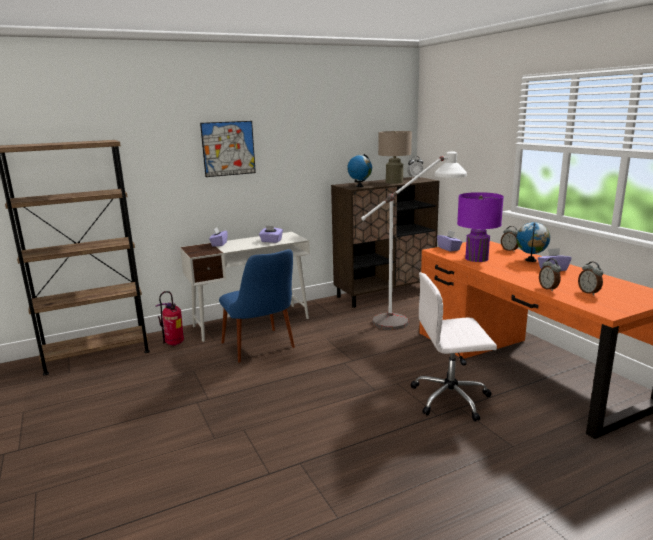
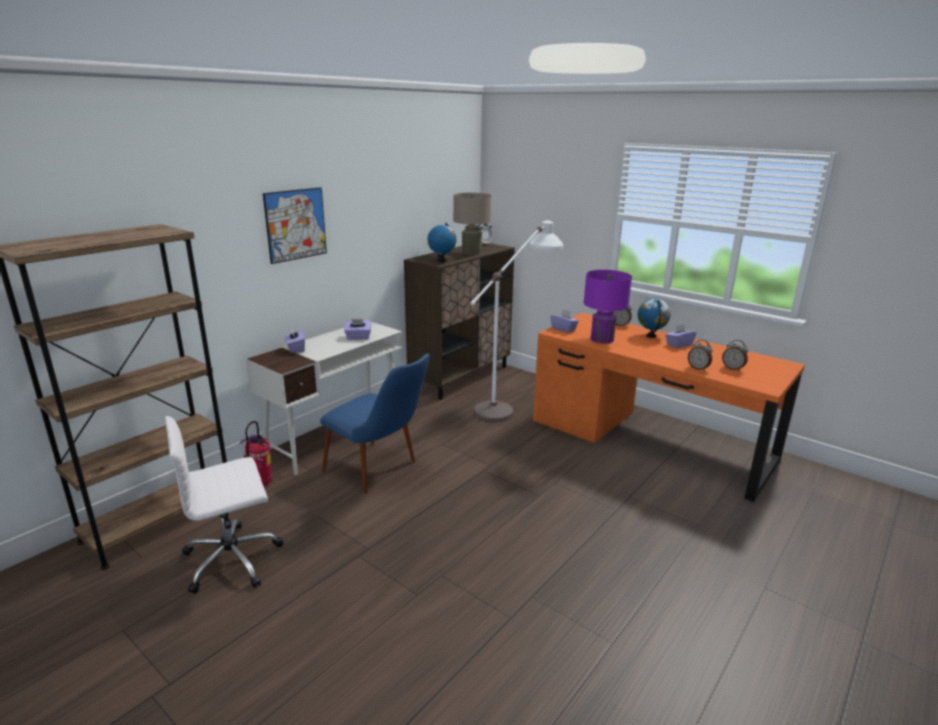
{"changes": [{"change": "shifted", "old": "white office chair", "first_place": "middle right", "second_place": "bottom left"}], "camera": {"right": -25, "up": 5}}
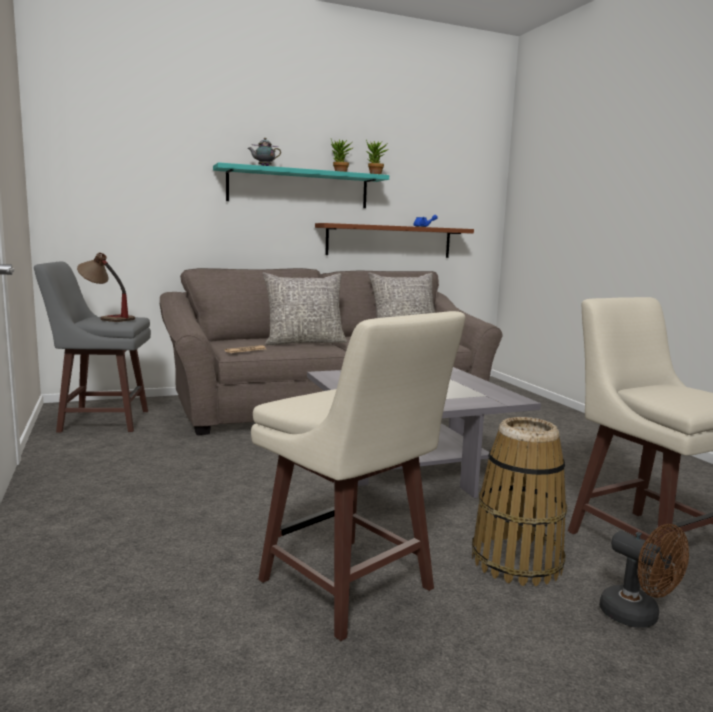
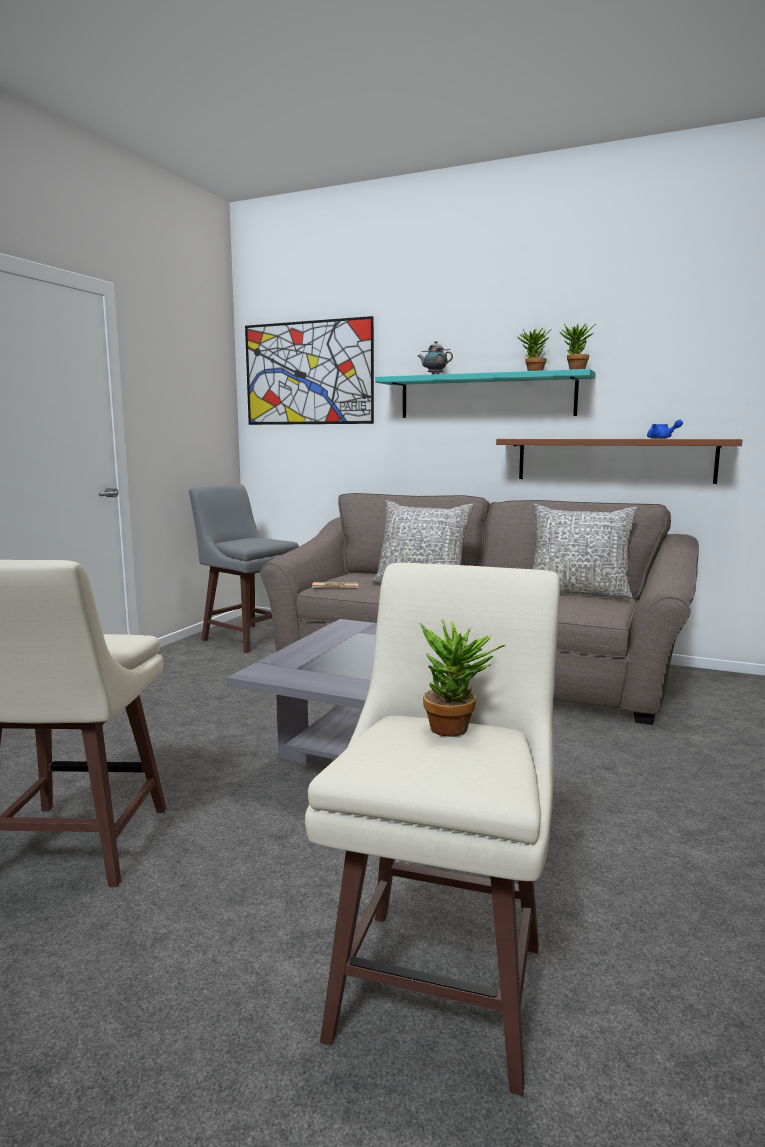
{"changes": [{"change": "gone", "old": "table lamp", "first_place": "middle left"}, {"change": "gone", "old": "basket", "first_place": "bottom right"}, {"change": "gone", "old": "brown fan", "first_place": "bottom right"}, {"change": "new", "new": "picture", "second_place": "top centre"}, {"change": "new", "new": "potted plant (no. 1 from left)", "second_place": "centre"}], "camera": {"right": 45, "up": 0}}
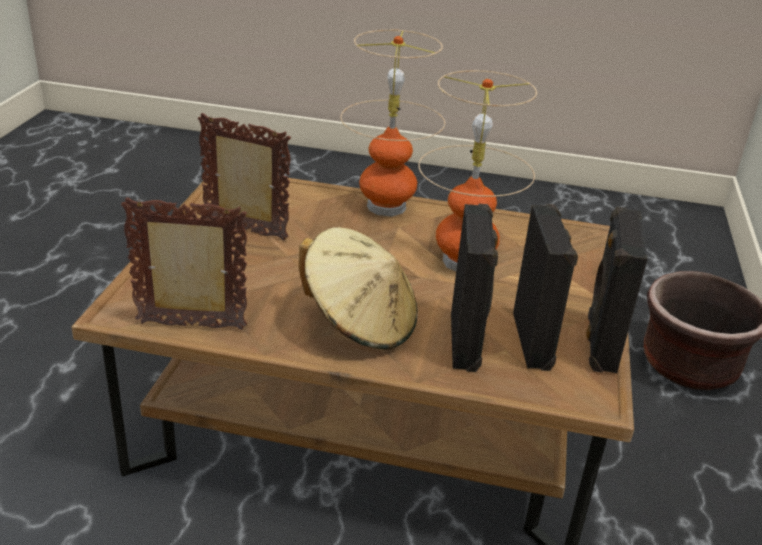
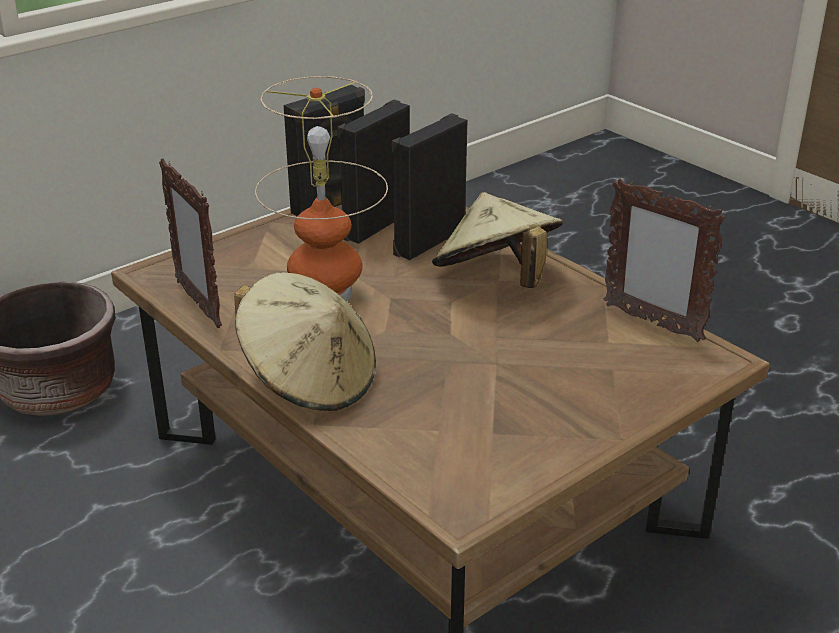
{"changes": [{"change": "shifted", "old": "picture frame (no. 2 from left in the first image)", "new": "picture frame (no. 1 from left)", "first_place": "top left", "second_place": "middle left"}, {"change": "swapped", "old": "table lamp (no. 1 from left)", "new": "beige hat (no. 1 from left)", "first_place": "top centre", "second_place": "centre"}], "camera": {"right": -140, "up": 0}}
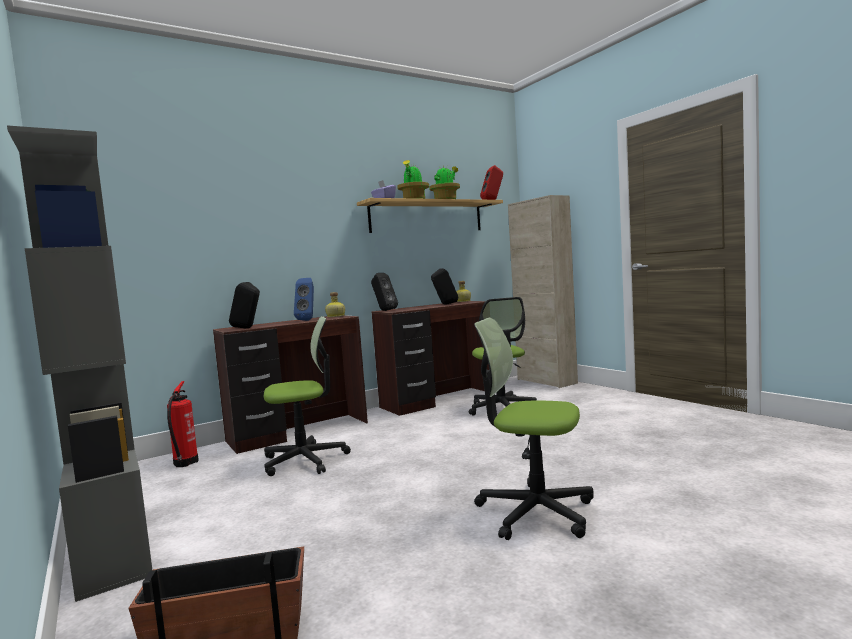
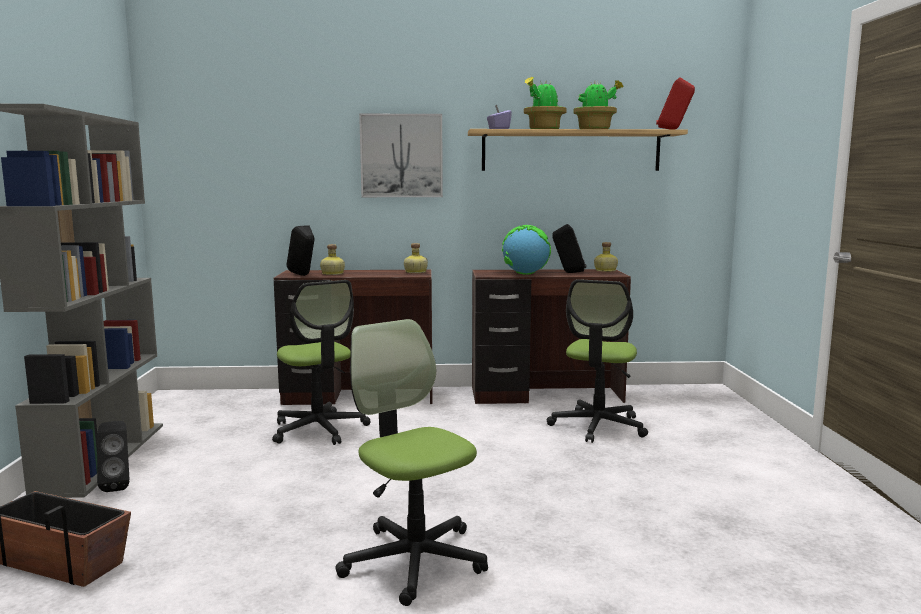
{"changes": [{"change": "gone", "old": "fire extinguisher", "first_place": "middle left"}, {"change": "rotated", "old": "office chair (no. 1 from left)", "first_place": "centre", "second_place": "centre", "degrees": 45}, {"change": "gone", "old": "blue speaker", "first_place": "centre"}, {"change": "shifted", "old": "black speaker (no. 2 from left in the first image)", "new": "black speaker (no. 1 from left)", "first_place": "centre", "second_place": "bottom left"}, {"change": "gone", "old": "beige cabinet", "first_place": "centre"}, {"change": "new", "new": "bottle (no. 1 from left)", "second_place": "centre"}, {"change": "new", "new": "picture", "second_place": "top centre"}, {"change": "new", "new": "globe", "second_place": "centre"}], "camera": {"right": 30, "up": 5}}
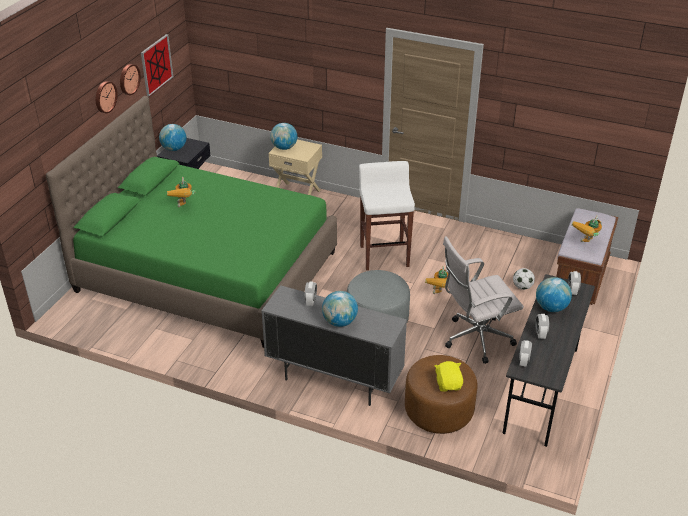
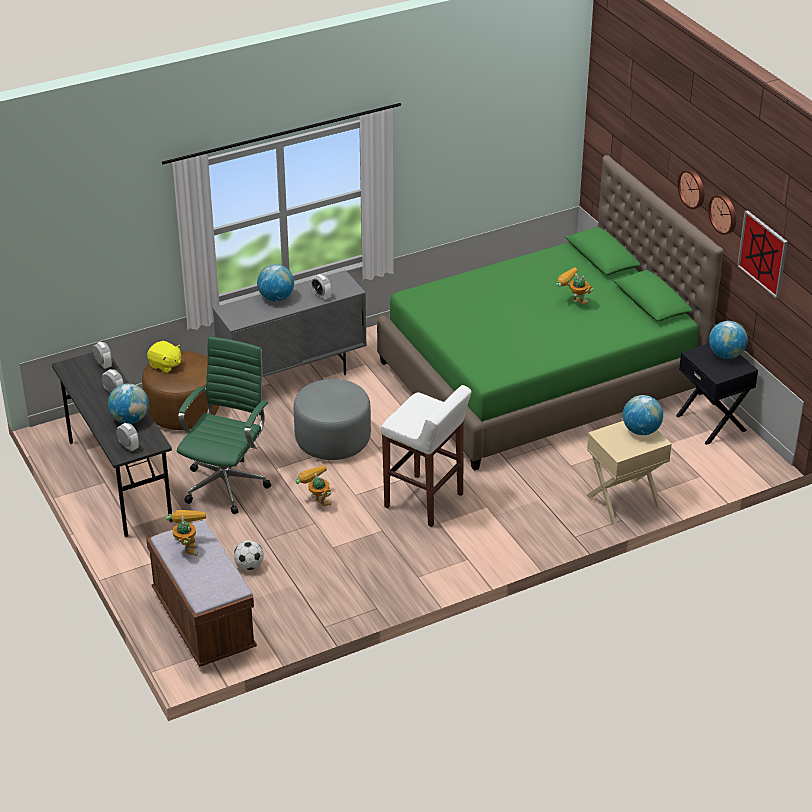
{"changes": [{"change": "repainted", "old": "white office chair", "new": "green office chair", "first_place": "middle right", "second_place": "middle left"}], "camera": {"right": 130, "up": 0}}
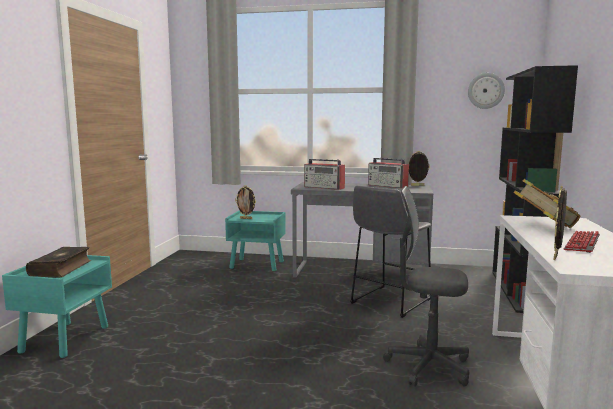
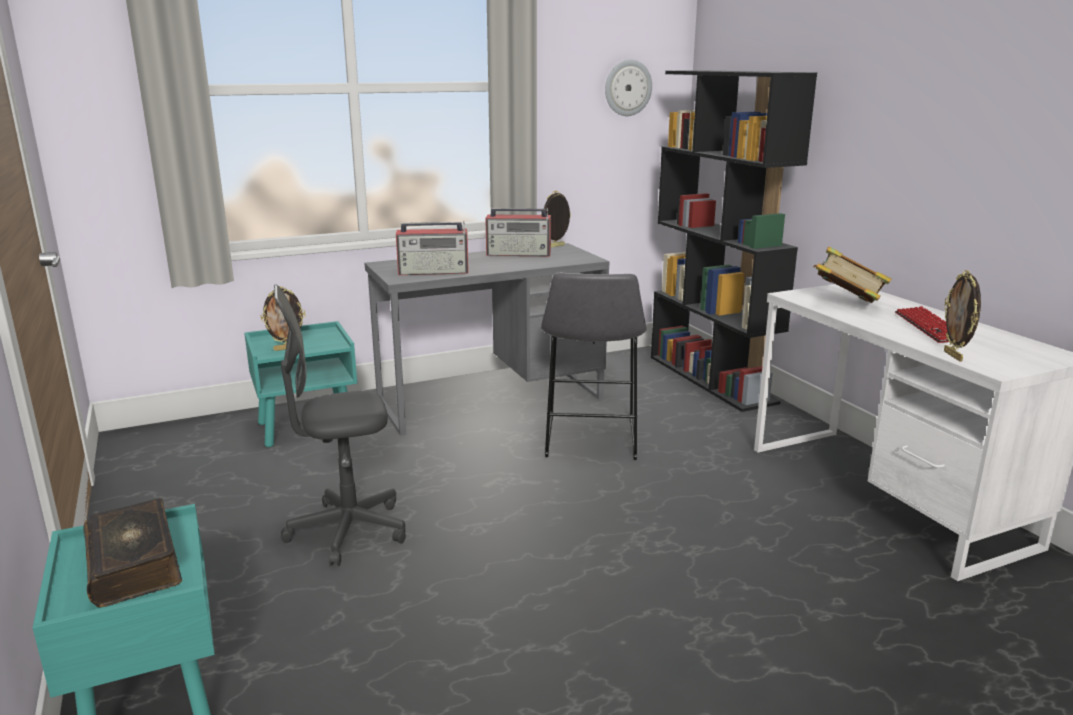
{"changes": [{"change": "shifted", "old": "grey office chair", "first_place": "bottom right", "second_place": "middle left"}], "camera": {"right": -35, "up": 10}}
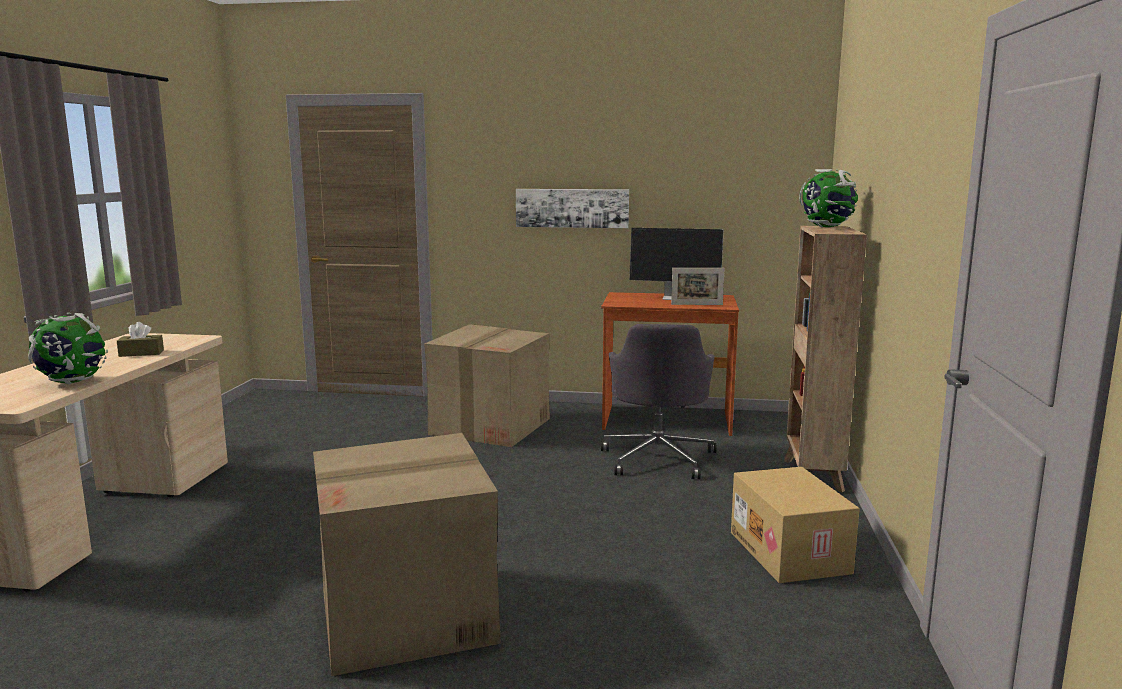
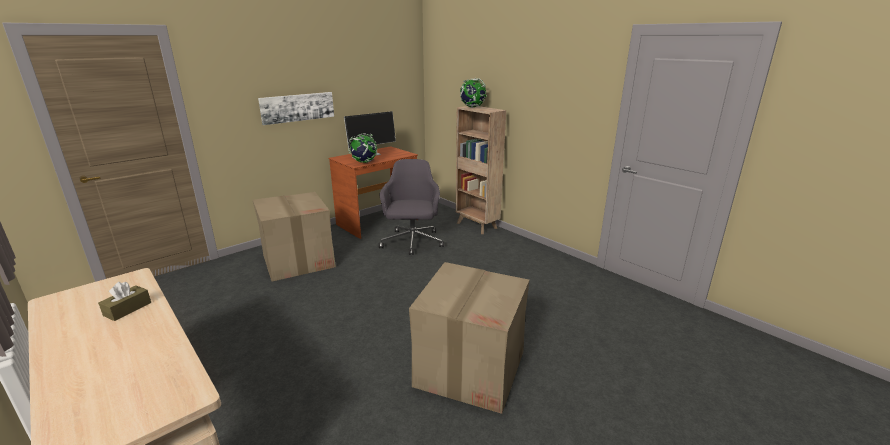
{"changes": [{"change": "shifted", "old": "globe (no. 1 from left)", "first_place": "middle left", "second_place": "top centre"}, {"change": "rotated", "old": "grey office chair", "first_place": "centre", "second_place": "centre", "degrees": -135}, {"change": "gone", "old": "picture frame", "first_place": "centre"}, {"change": "gone", "old": "cardboard box (no. 3 from left)", "first_place": "bottom right"}], "camera": {"right": -50, "up": 10}}
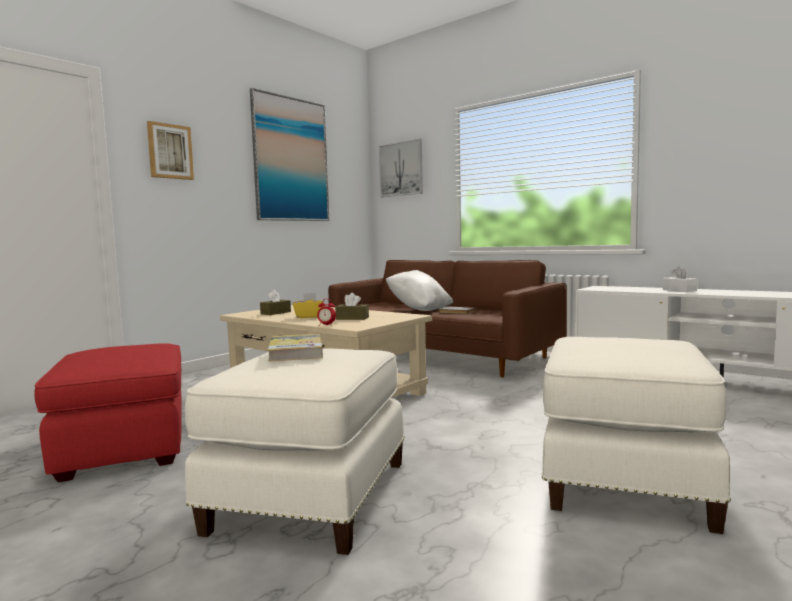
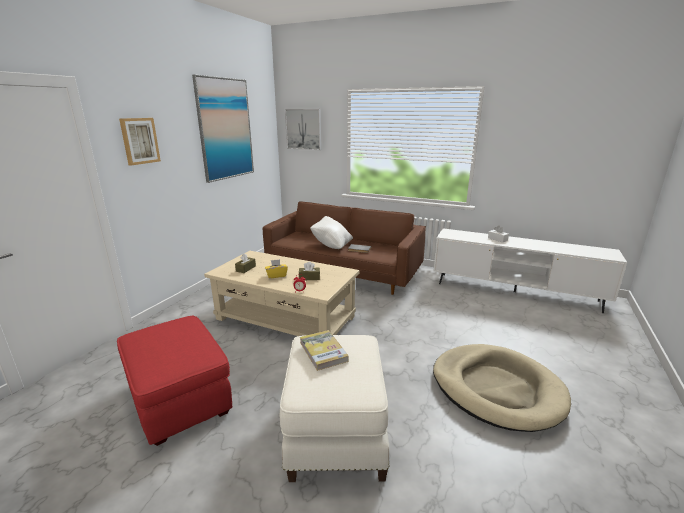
{"changes": [{"change": "swapped", "old": "white ottoman (no. 2 from left)", "new": "beige dog bed", "first_place": "bottom right", "second_place": "bottom right"}], "camera": {"right": -15, "up": 15}}
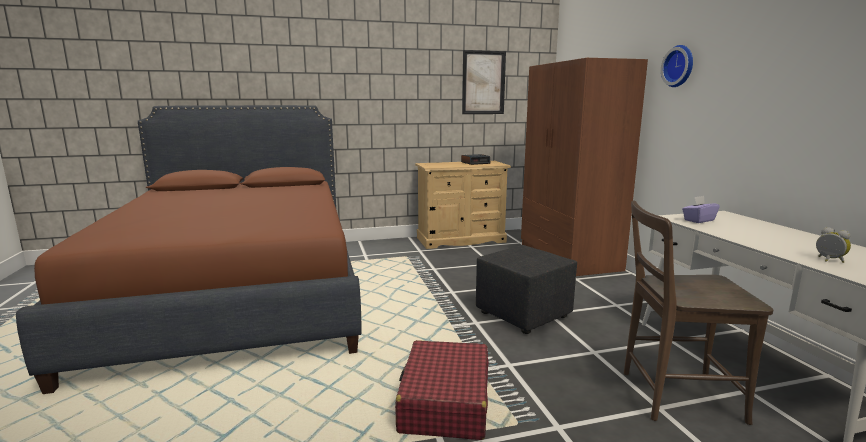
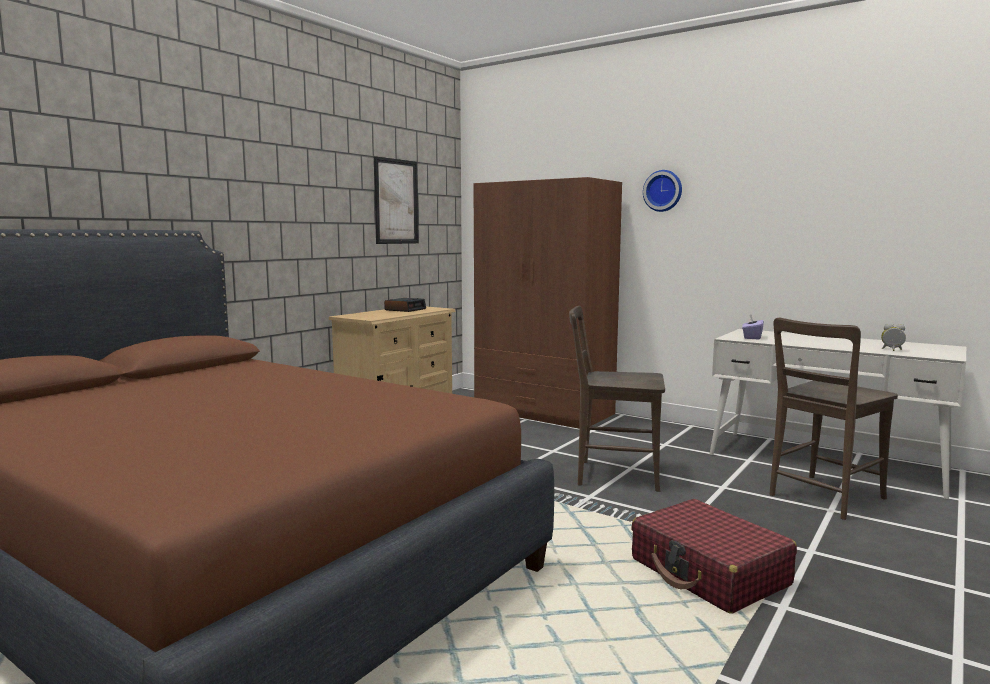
{"changes": [{"change": "swapped", "old": "black ottoman", "new": "brown chair (no. 1 from left)", "first_place": "centre", "second_place": "centre"}], "camera": {"right": -40, "up": -5}}
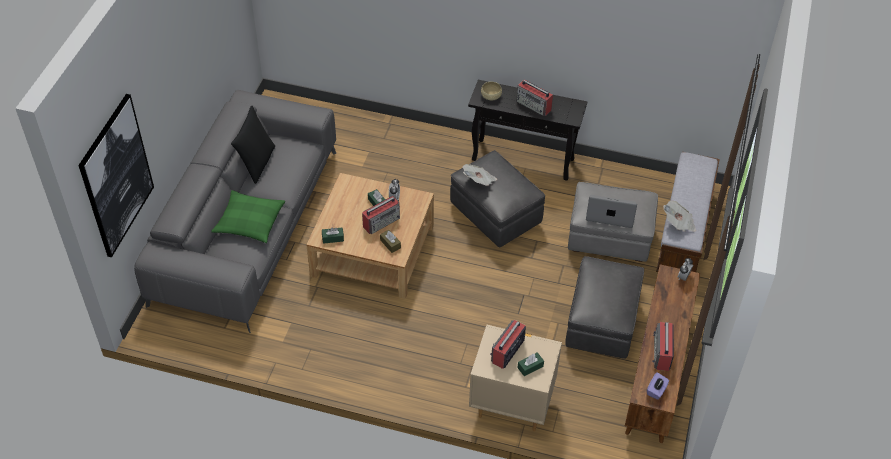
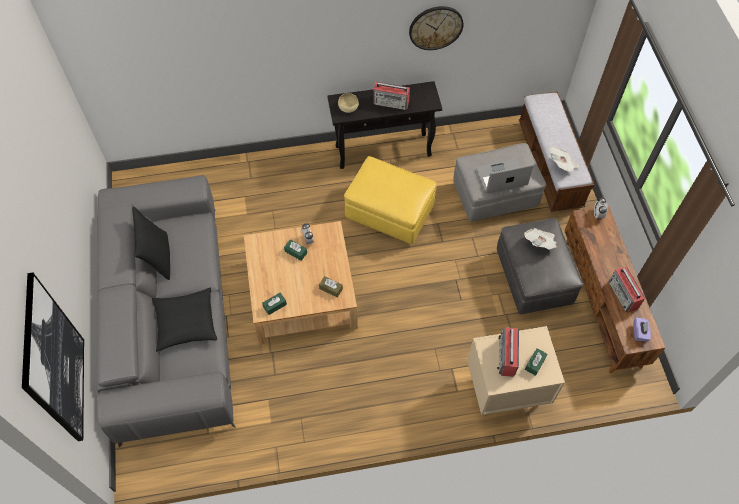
{"changes": [{"change": "repainted", "old": "green pillow", "new": "black pillow (no. 2 from left)", "first_place": "middle left", "second_place": "middle left"}, {"change": "gone", "old": "radio (no. 1 from left)", "first_place": "centre"}, {"change": "repainted", "old": "grey ottoman (no. 1 from left)", "new": "yellow ottoman", "first_place": "centre", "second_place": "centre"}, {"change": "shifted", "old": "newspaper (no. 1 from left)", "first_place": "centre", "second_place": "middle right"}, {"change": "new", "new": "wall clock", "second_place": "top centre"}], "camera": {"right": -25, "up": 10}}
